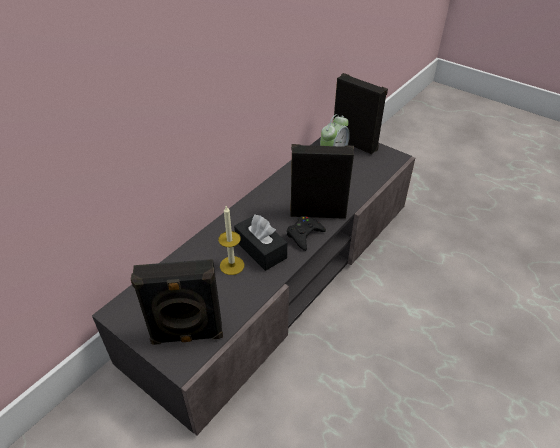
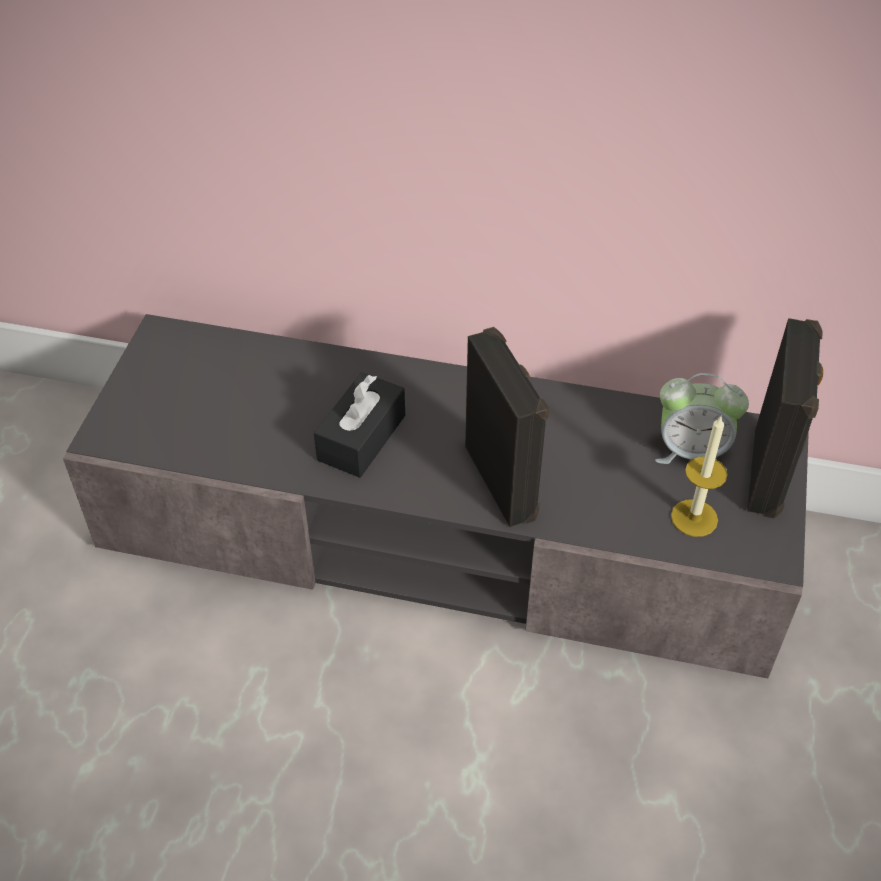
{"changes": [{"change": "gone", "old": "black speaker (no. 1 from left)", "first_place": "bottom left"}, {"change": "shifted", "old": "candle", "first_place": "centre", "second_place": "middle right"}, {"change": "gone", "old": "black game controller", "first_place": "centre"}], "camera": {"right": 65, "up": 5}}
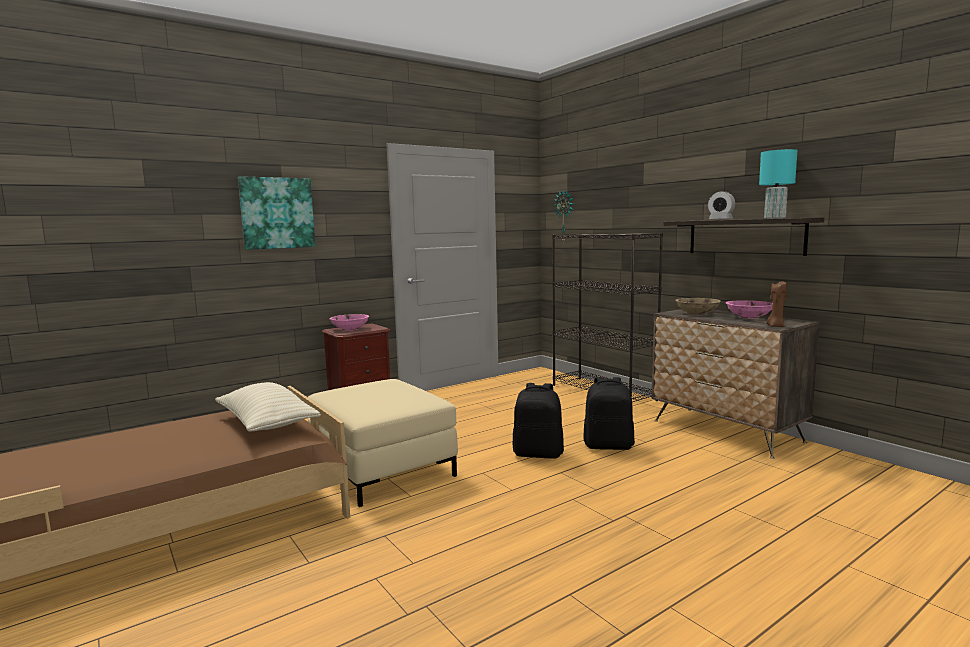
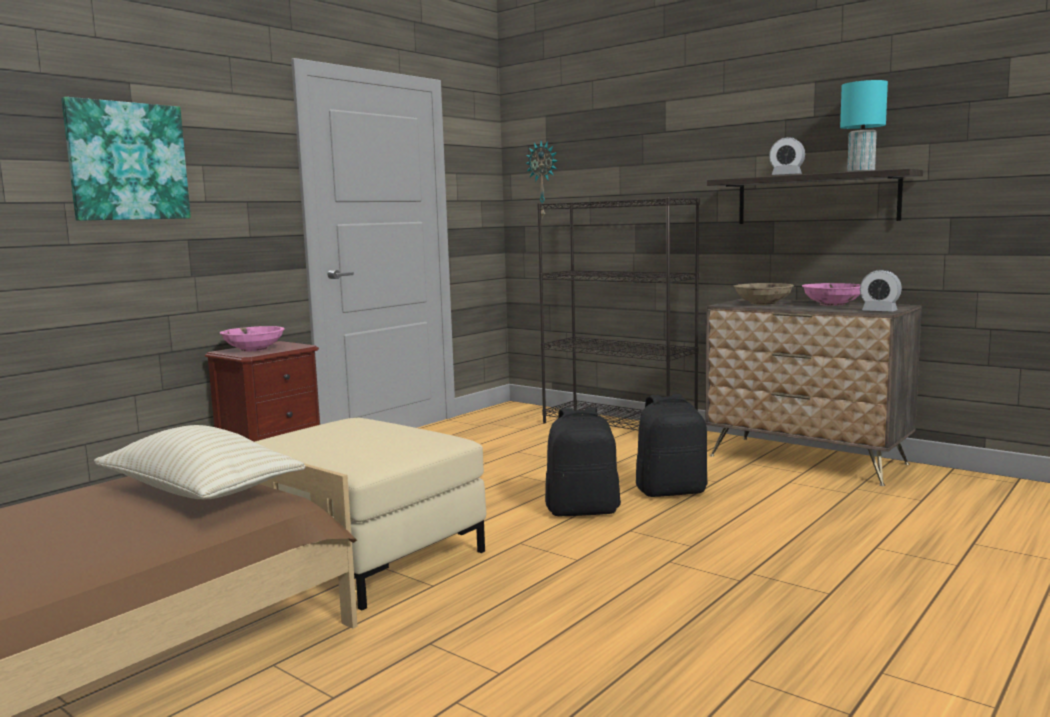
{"changes": [{"change": "swapped", "old": "brown candle", "new": "alarm clock (no. 2 from left)", "first_place": "middle right", "second_place": "middle right"}], "camera": {"right": -15, "up": 0}}
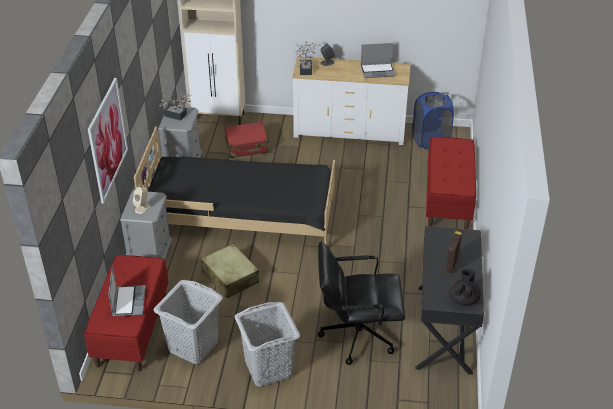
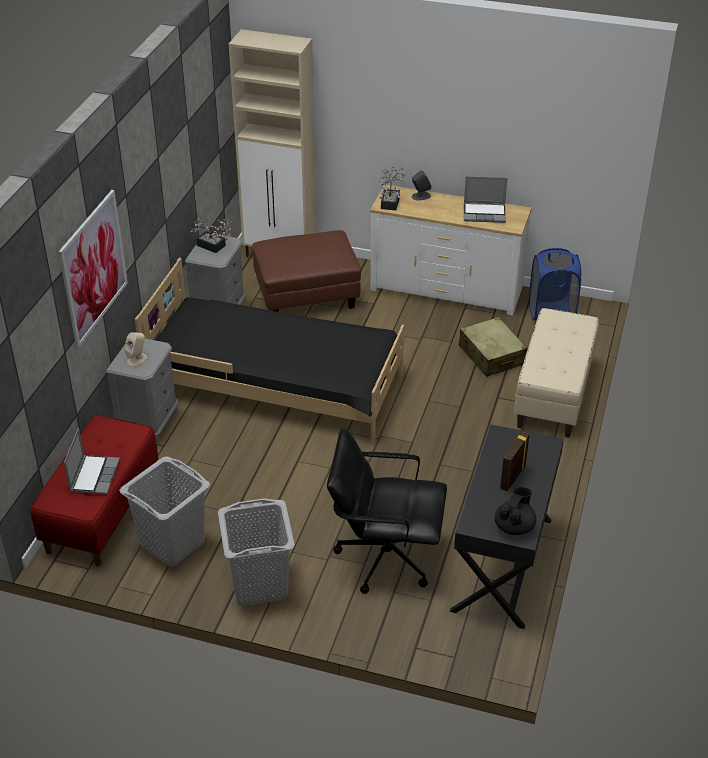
{"changes": [{"change": "shifted", "old": "beige suitcase", "first_place": "centre", "second_place": "middle right"}, {"change": "swapped", "old": "red suitcase", "new": "brown ottoman", "first_place": "centre", "second_place": "centre"}, {"change": "repainted", "old": "red bench (no. 2 from left)", "new": "beige bench", "first_place": "middle right", "second_place": "middle right"}], "camera": {"right": 10, "up": 0}}
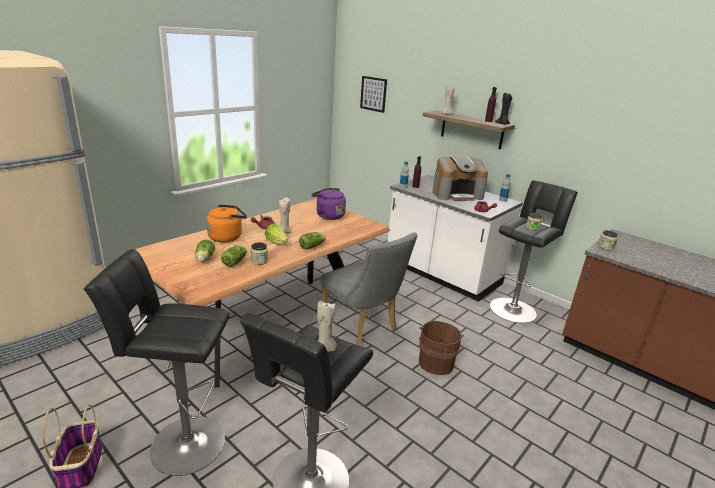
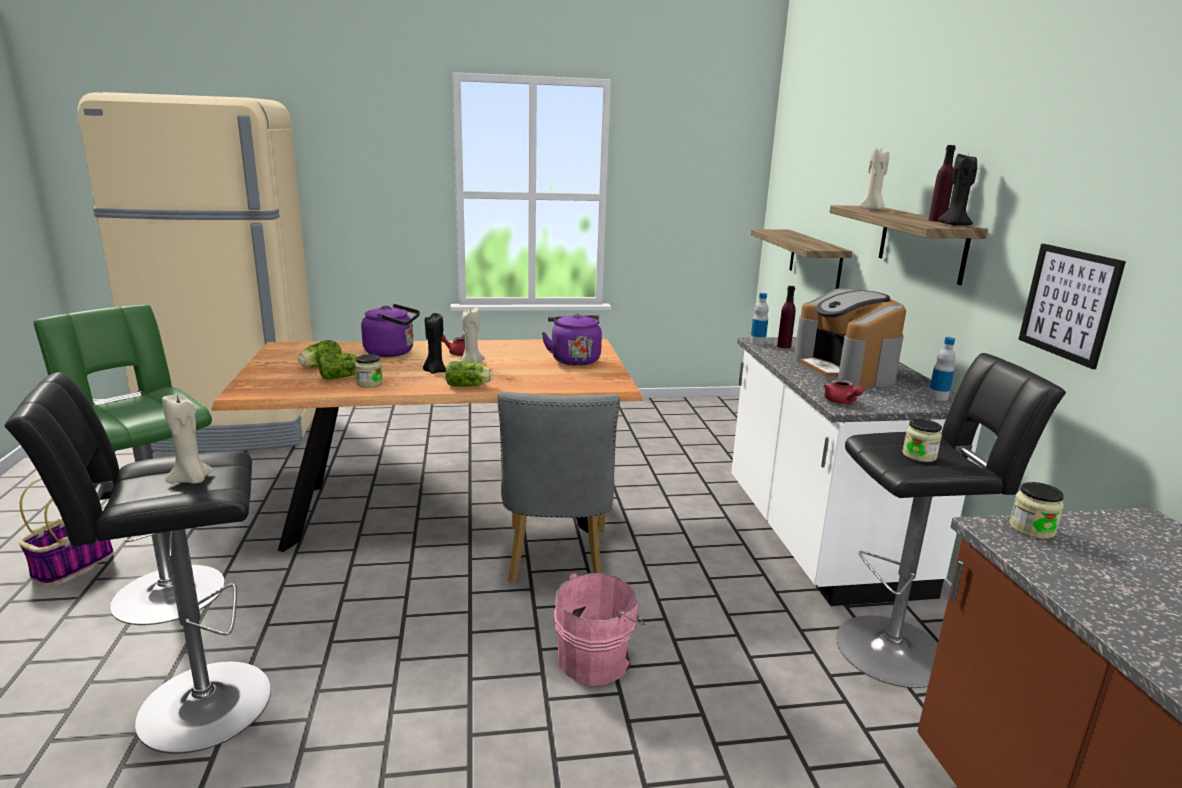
{"changes": [{"change": "repainted", "old": "black stool (no. 1 from left)", "new": "green stool", "first_place": "bottom left", "second_place": "middle left"}, {"change": "repainted", "old": "orange kettle", "new": "purple kettle (no. 1 from left)", "first_place": "middle left", "second_place": "middle left"}, {"change": "swapped", "old": "lettuce (no. 3 from left)", "new": "black candle (no. 1 from left)", "first_place": "centre", "second_place": "centre"}, {"change": "shifted", "old": "picture", "first_place": "top centre", "second_place": "middle right"}, {"change": "repainted", "old": "brown bucket", "new": "pink bucket", "first_place": "bottom centre", "second_place": "bottom centre"}, {"change": "rotated", "old": "coffee machine", "first_place": "centre", "second_place": "middle right", "degrees": 45}, {"change": "new", "new": "shelf (no. 1 from left)", "second_place": "top right"}], "camera": {"right": 40, "up": -5}}
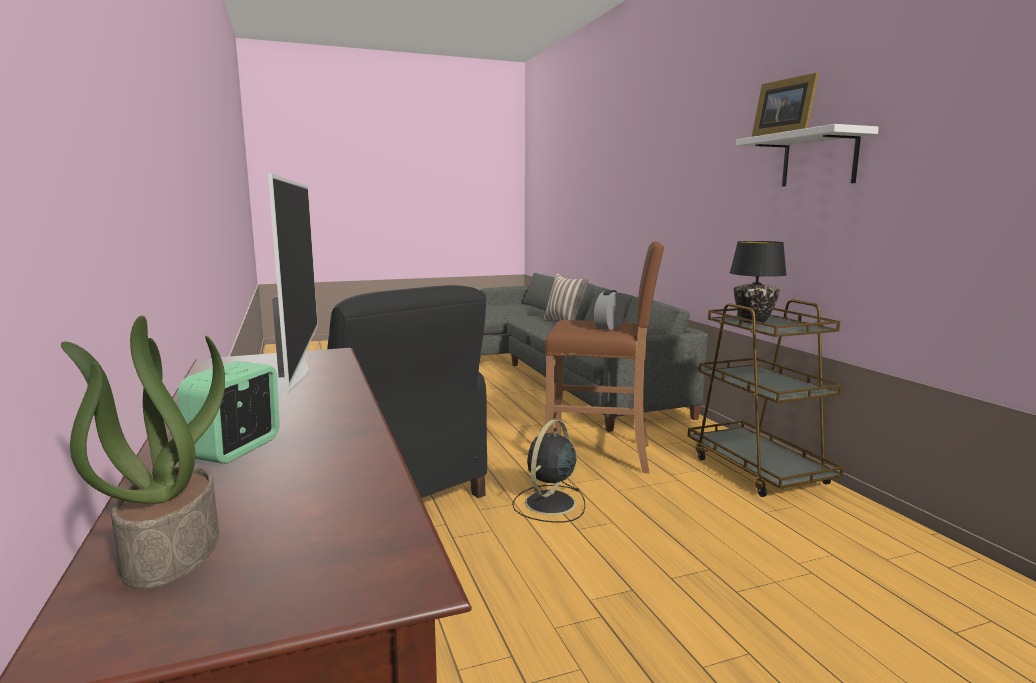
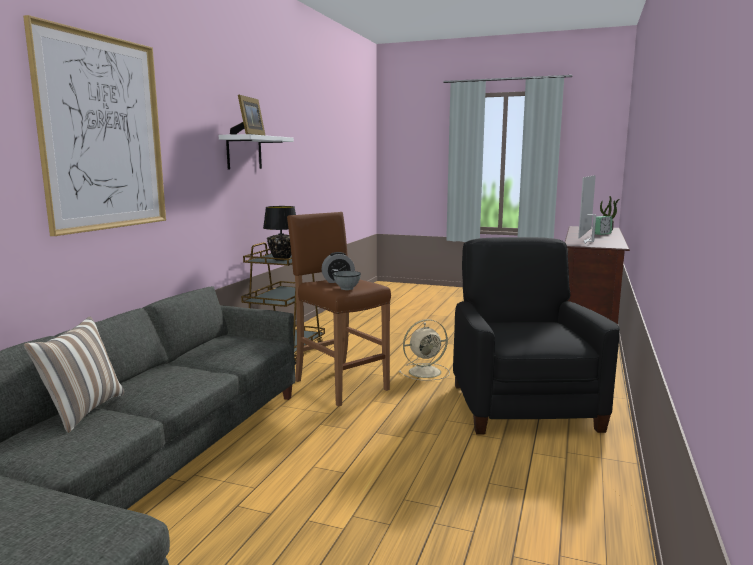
{"changes": [{"change": "repainted", "old": "black fan", "new": "beige fan", "first_place": "bottom centre", "second_place": "centre"}, {"change": "new", "new": "picture", "second_place": "top left"}, {"change": "new", "new": "grey bowl", "second_place": "centre"}], "camera": {"right": -140, "up": 0}}
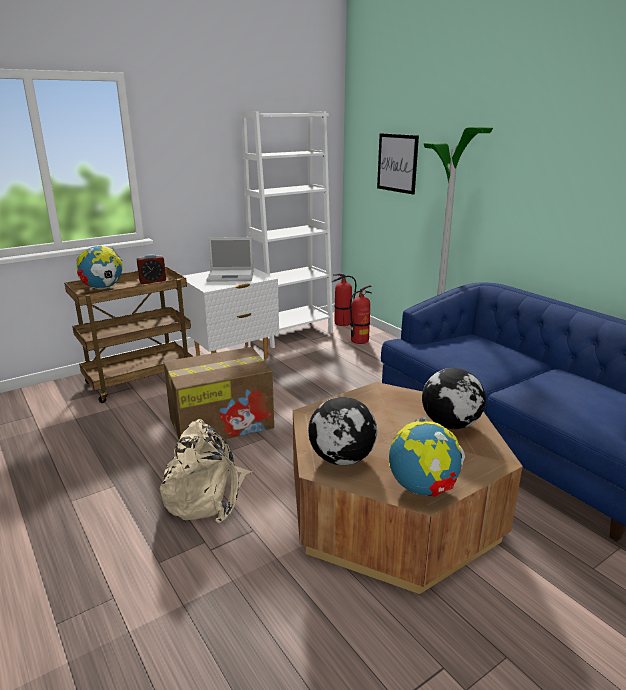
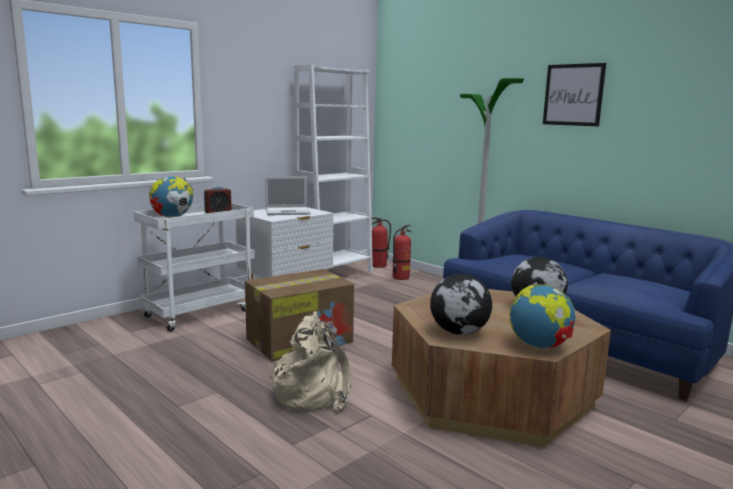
{"changes": [{"change": "repainted", "old": "brown cart", "new": "white cart", "first_place": "middle left", "second_place": "middle left"}, {"change": "shifted", "old": "picture", "first_place": "top centre", "second_place": "top right"}], "camera": {"right": -10, "up": -10}}
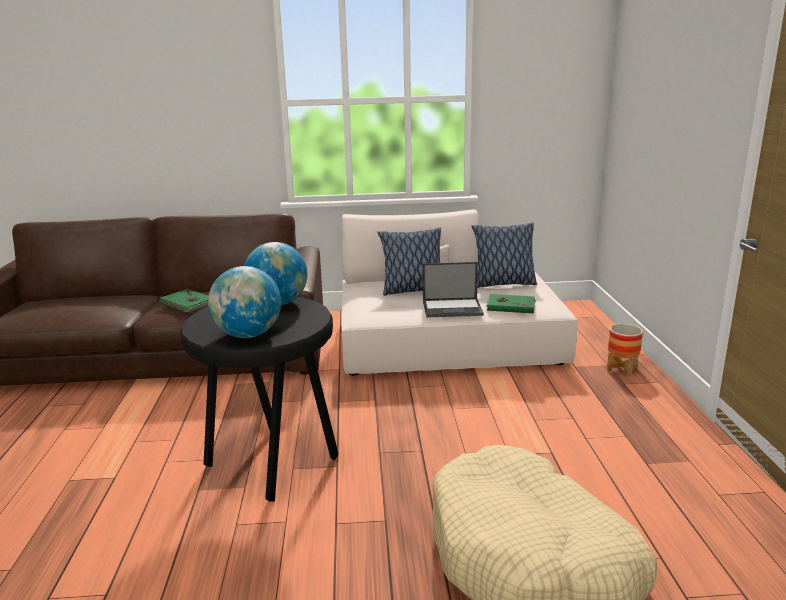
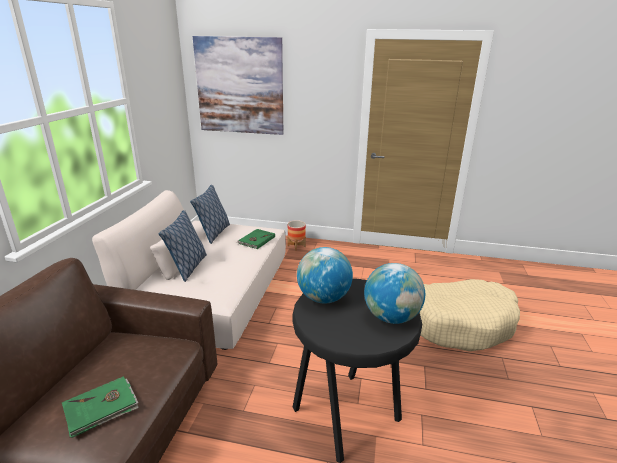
{"changes": [{"change": "gone", "old": "laptop", "first_place": "centre"}, {"change": "new", "new": "picture", "second_place": "top centre"}], "camera": {"right": -75, "up": 5}}
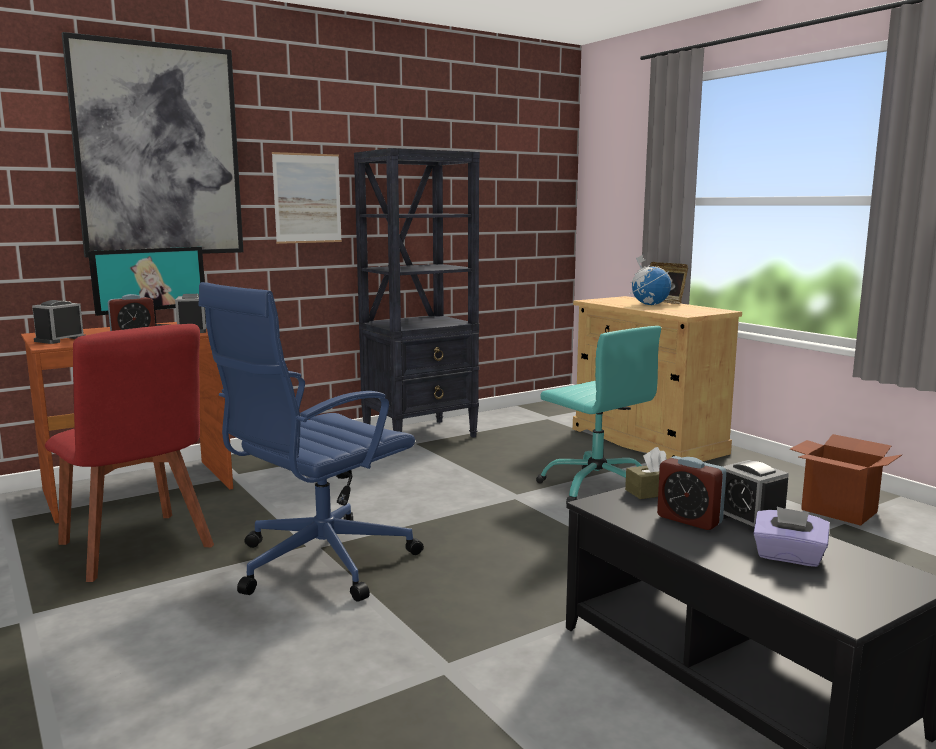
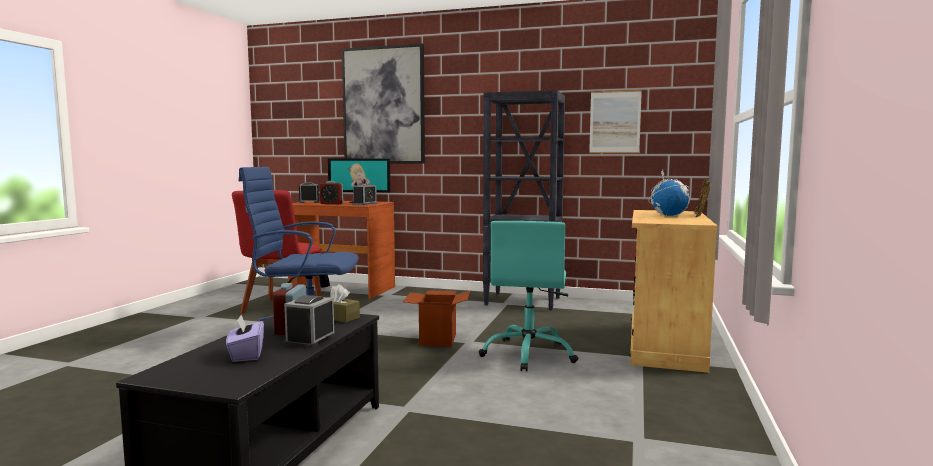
{"changes": [{"change": "shifted", "old": "picture (no. 2 from left)", "first_place": "top left", "second_place": "top centre"}, {"change": "shifted", "old": "cardboard box", "first_place": "middle right", "second_place": "bottom centre"}], "camera": {"right": 50, "up": -5}}
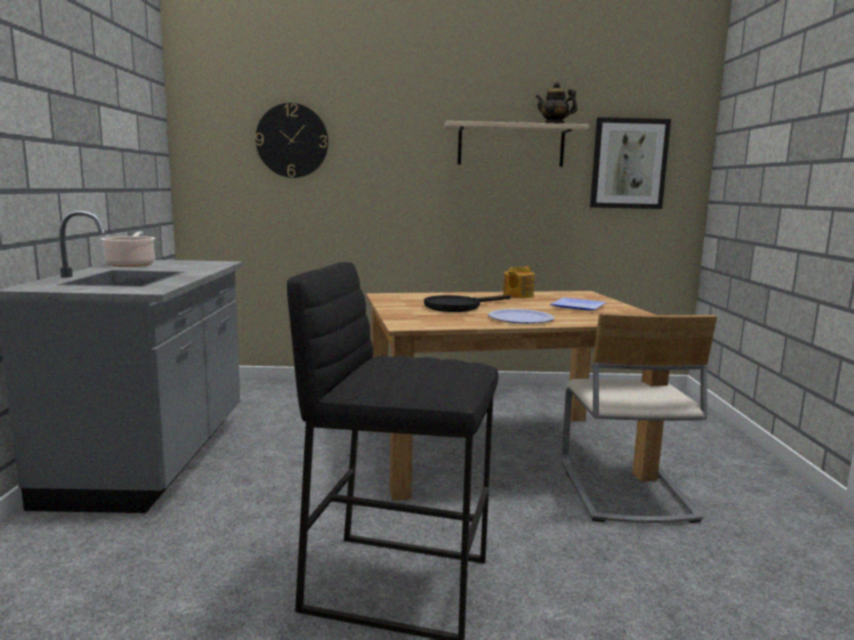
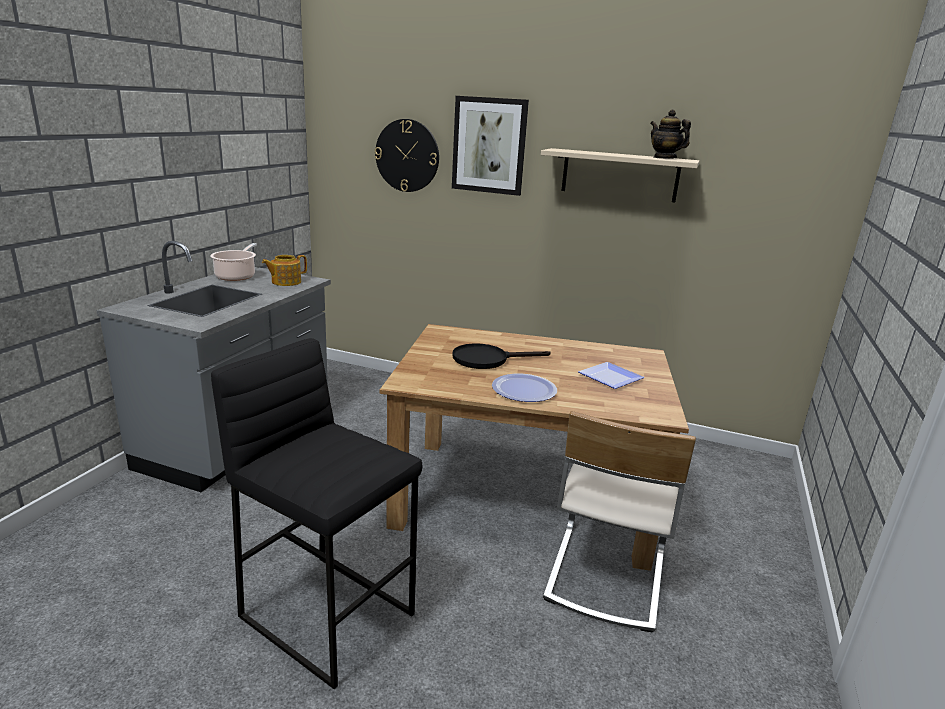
{"changes": [{"change": "shifted", "old": "teapot (no. 1 from left)", "first_place": "centre", "second_place": "middle left"}, {"change": "shifted", "old": "picture", "first_place": "top right", "second_place": "top centre"}], "camera": {"right": 20, "up": 10}}
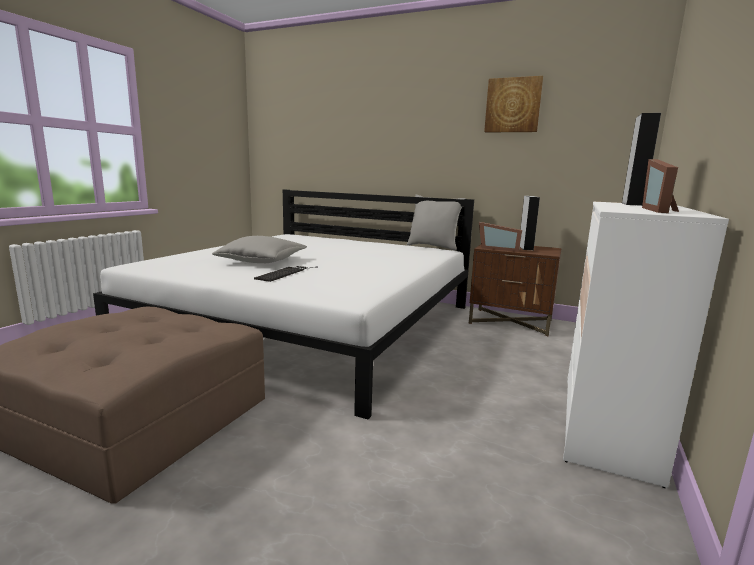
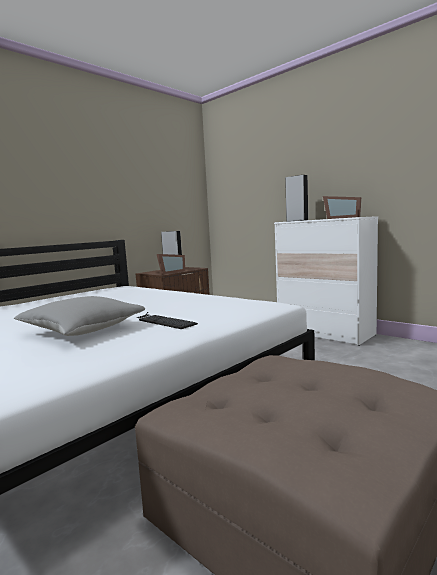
{"changes": [{"change": "gone", "old": "grey pillow (no. 2 from left)", "first_place": "centre"}, {"change": "gone", "old": "picture", "first_place": "top right"}], "camera": {"right": -70, "up": -5}}
